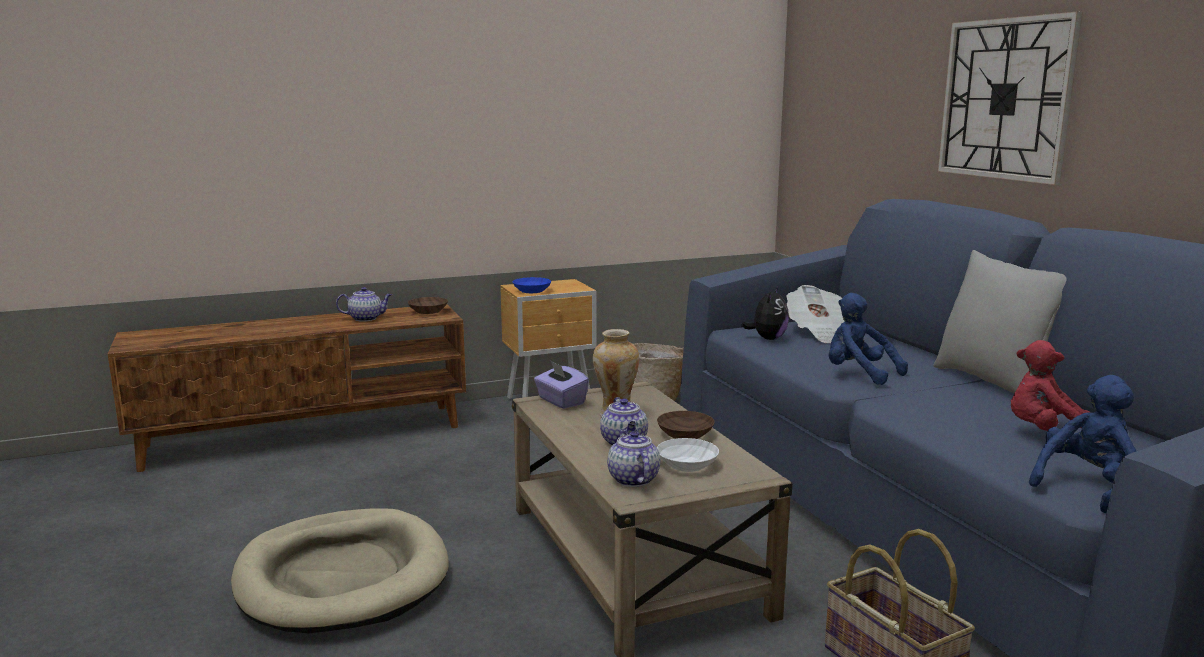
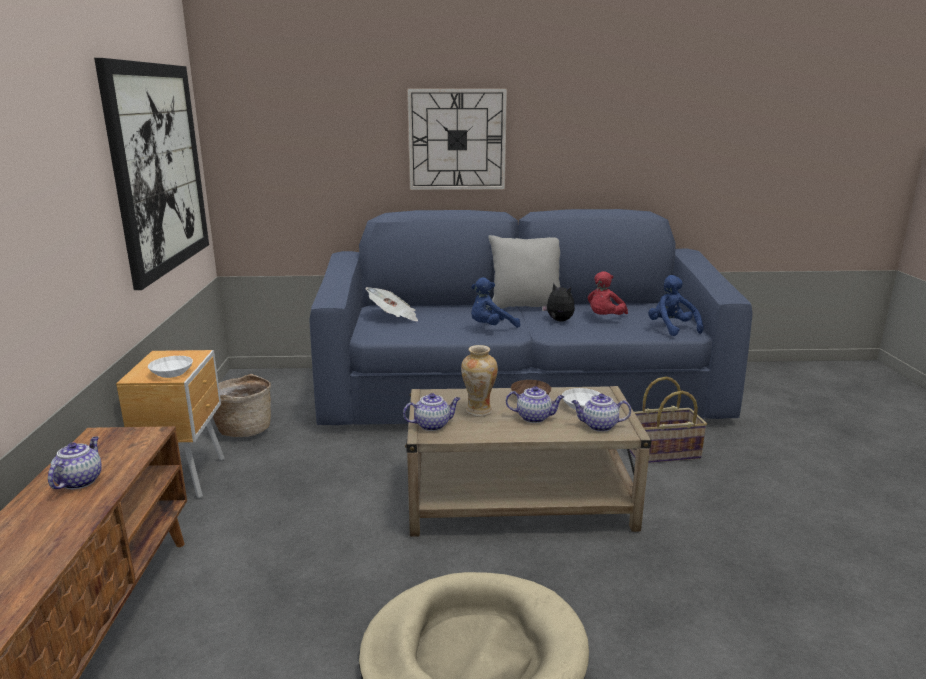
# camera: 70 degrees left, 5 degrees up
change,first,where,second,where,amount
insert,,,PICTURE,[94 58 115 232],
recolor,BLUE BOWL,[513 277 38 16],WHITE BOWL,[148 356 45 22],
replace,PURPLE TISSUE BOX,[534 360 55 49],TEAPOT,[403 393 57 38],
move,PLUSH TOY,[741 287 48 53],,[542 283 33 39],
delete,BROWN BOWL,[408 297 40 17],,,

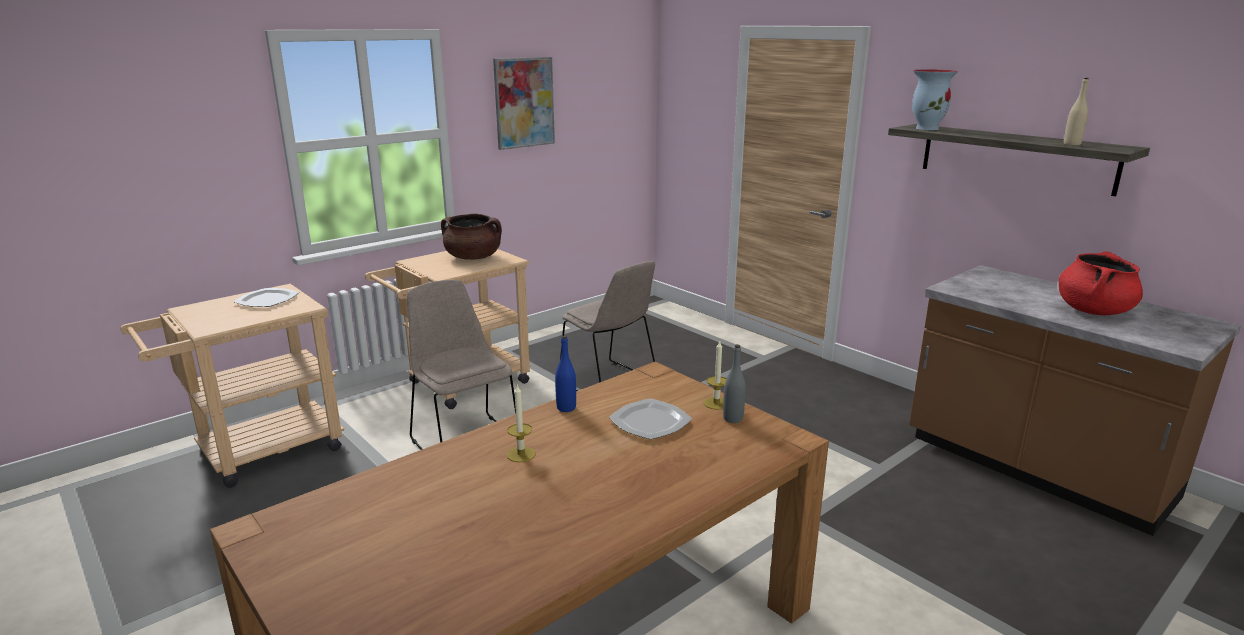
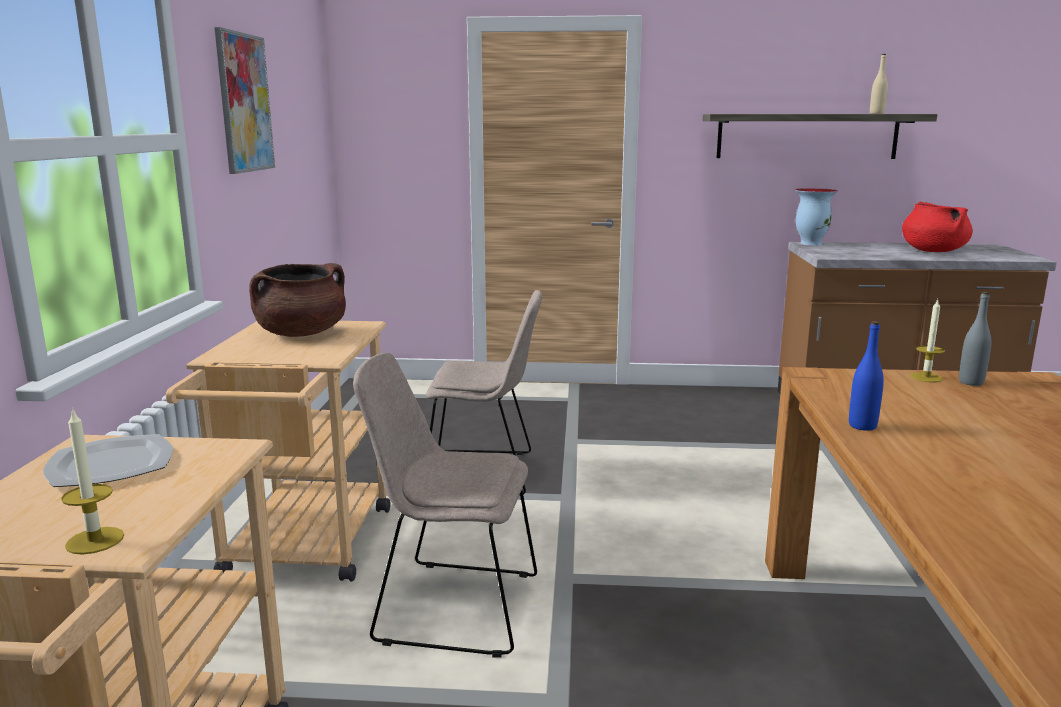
# camera: 45 degrees left, 5 degrees down
change,first,where,second,where,amount
move,CANDLE,[507 384 29 78],,[61 408 63 147],
move,VASE,[912 69 47 61],,[795 188 43 58],
delete,PLATE,[609 398 83 42],,,

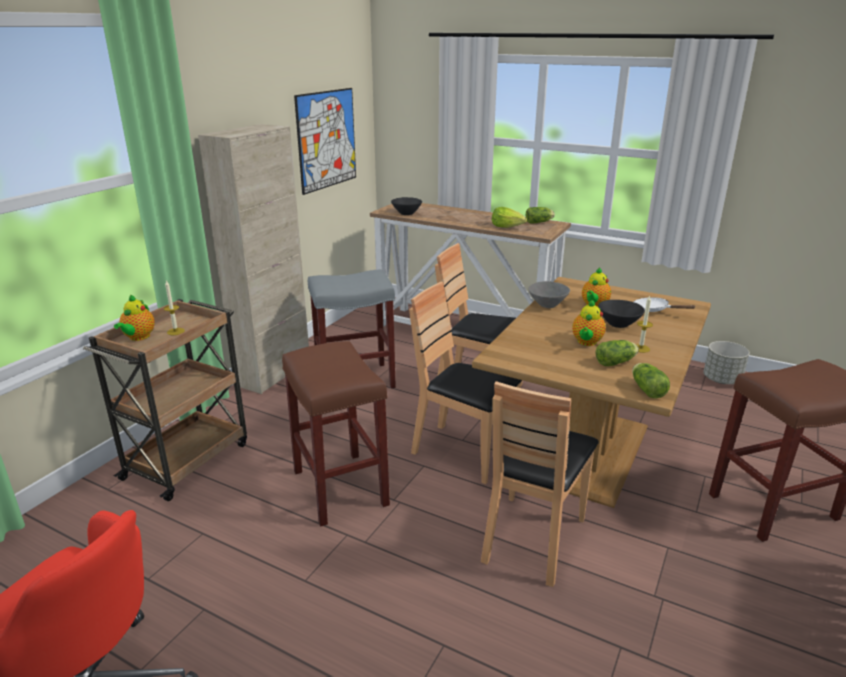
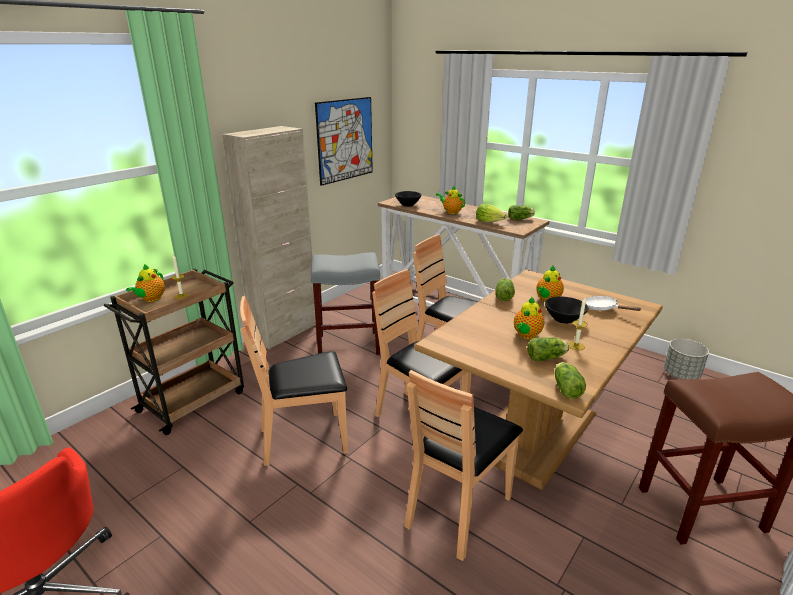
# camera: 10 degrees right, 0 degrees up
change,first,where,second,where,amount
replace,BROWN STOOL,[282 341 108 185],BROWN CHAIR,[240 296 108 170],
insert,,,TEAPOT,[436 185 29 29],
replace,GREY BOWL,[528 281 42 27],LETTUCE,[495 278 20 23],

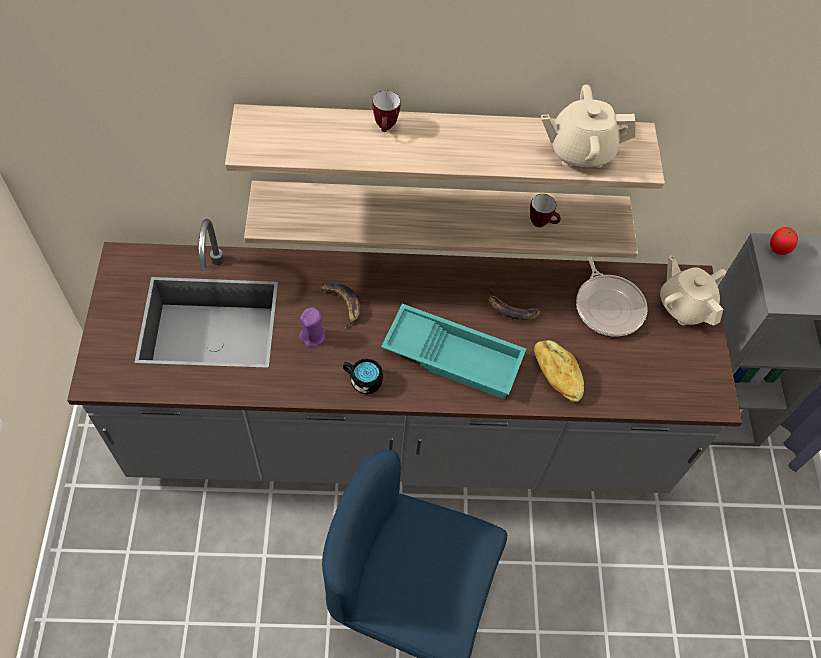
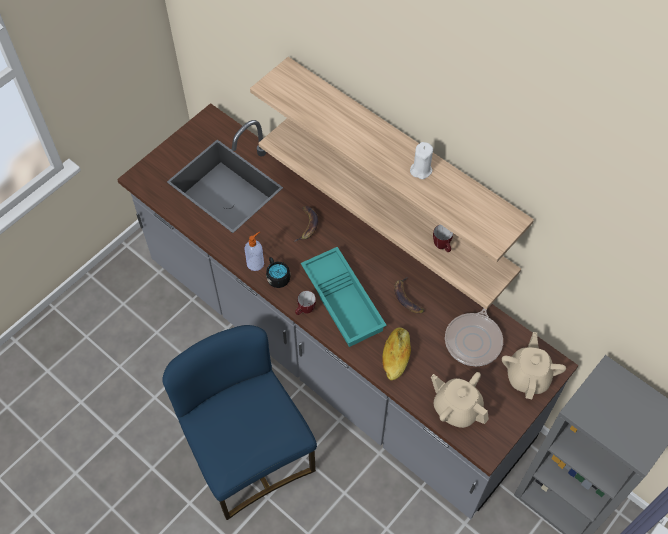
# camera: 45 degrees right, 0 degrees up
change,first,where,second,where,amount
insert,,,SOAP DISPENSER,[244 231 20 40],
move,MUG,[372 91 29 41],,[295 291 21 24],
insert,,,WHITE CANDLE,[410 142 23 37],
move,BEIGE TEAPOT,[541 84 94 84],,[431 372 58 56],
delete,PURPLE CANDLE,[299 307 27 40],,,
delete,TOMATO,[770 227 28 28],,,

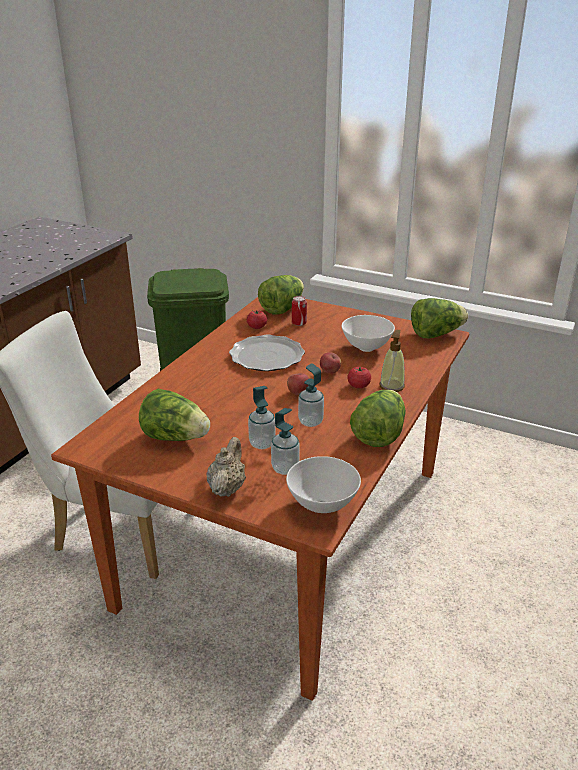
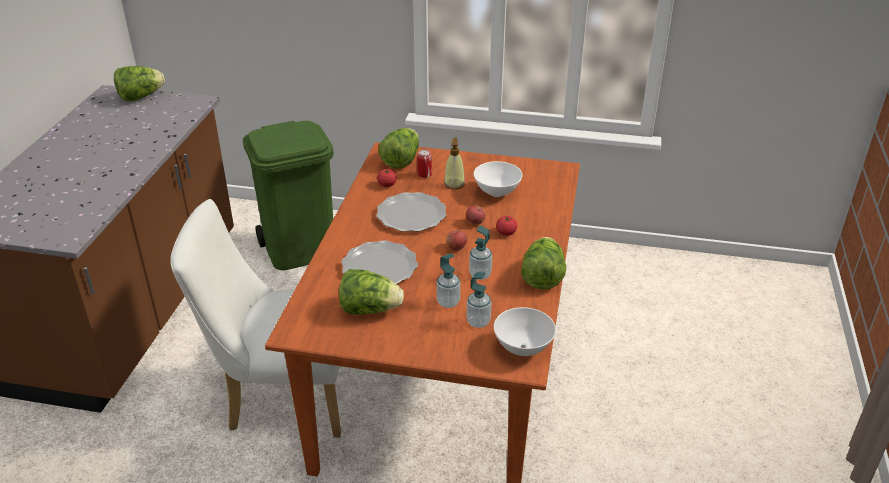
# camera: 15 degrees left, 5 degrees up
change,first,where,second,where,amount
move,LETTUCE,[411 298 57 40],,[114 66 51 36],
insert,,,PLATE,[341 240 77 44],
move,SOAP DISPENSER,[380 330 25 62],,[444 138 21 52],
delete,BEIGE TEAPOT,[206 437 40 60],,,

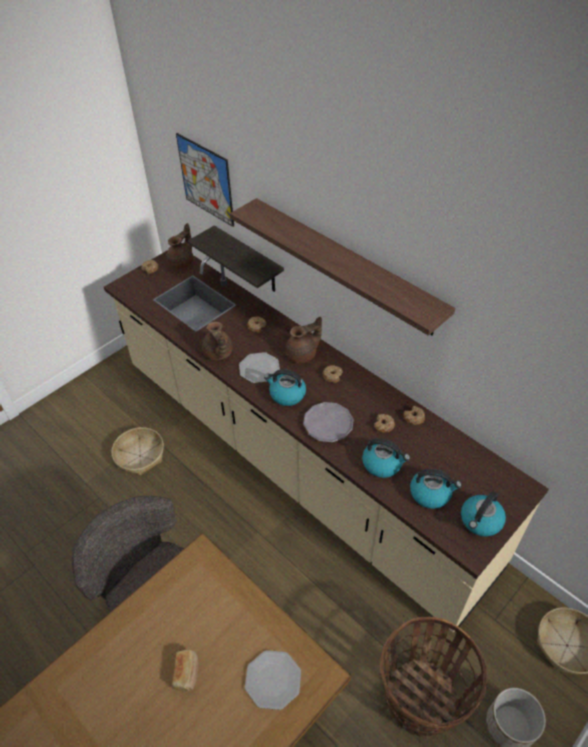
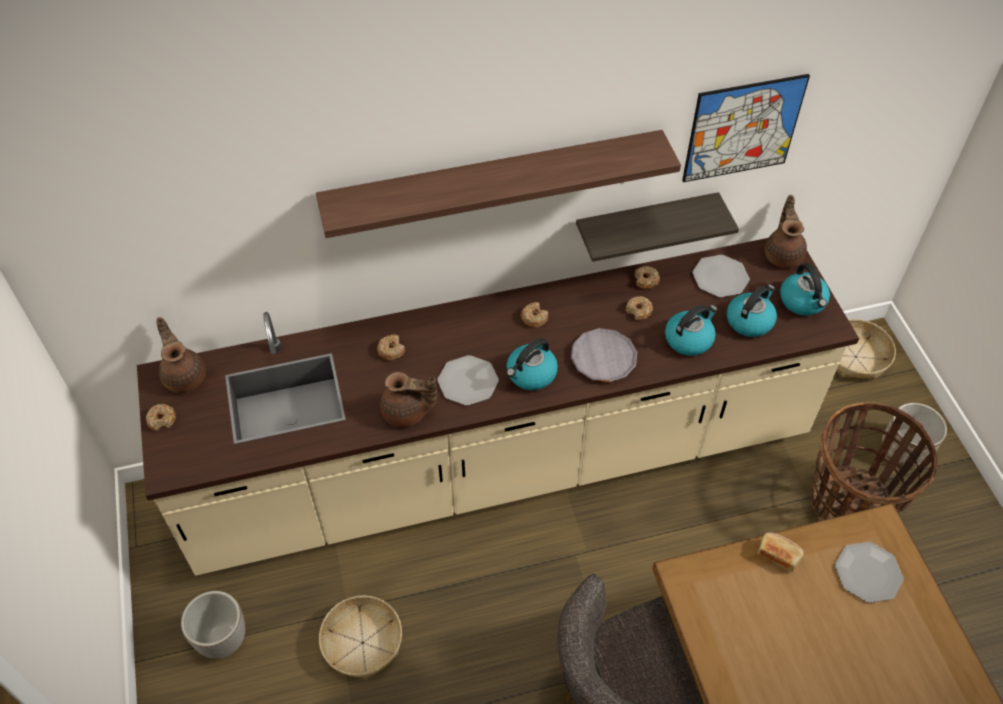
# camera: 60 degrees left, 5 degrees up
change,first,where,second,where,amount
insert,,,PLANTER,[181 591 64 68],
move,SHELF,[188 225 96 67],,[576 192 163 70],
move,PICTURE,[176 133 58 94],,[682 74 128 108],
insert,,,PLATE,[692 255 58 42],
move,BREAD,[172 649 26 43],,[758 532 46 40],
move,BROWN TEAPOT,[285 316 37 47],,[764 195 43 73],

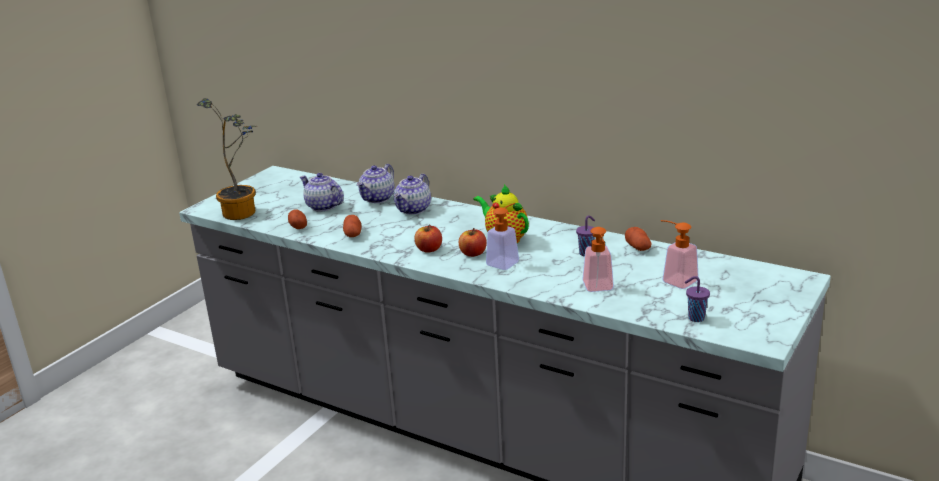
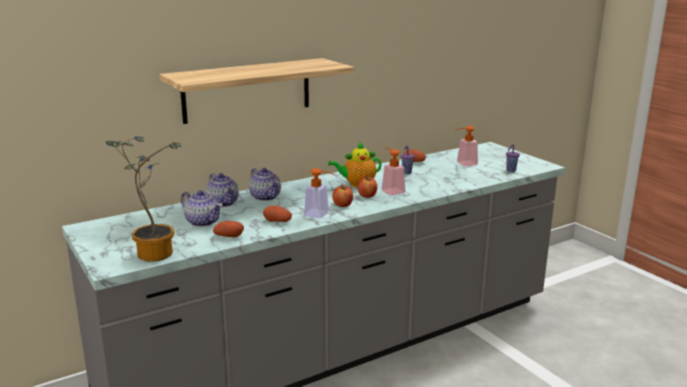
# camera: 65 degrees left, 5 degrees down
change,first,where,second,where,amount
insert,,,SHELF,[159 58 195 66],
rotate,TEAPOT,[300 173 44 39],,[181 190 41 37],120 degrees counterclockwise
move,SOAP DISPENSER,[582 227 32 65],,[304 168 31 50],

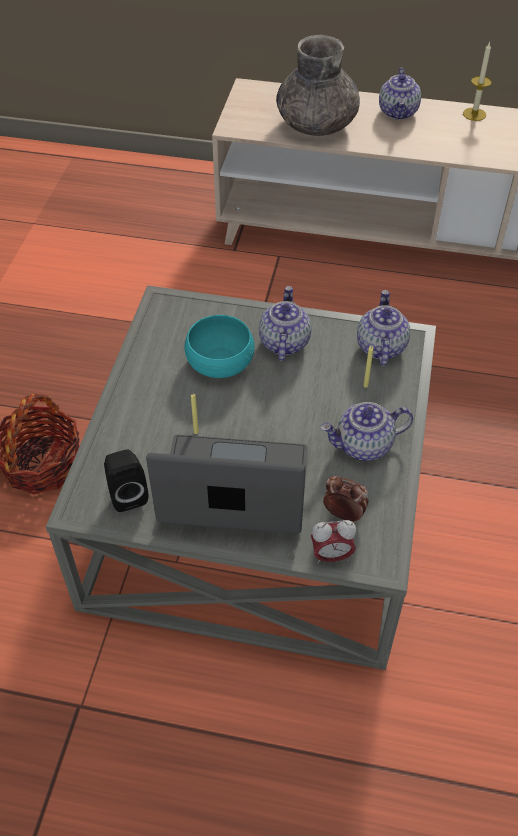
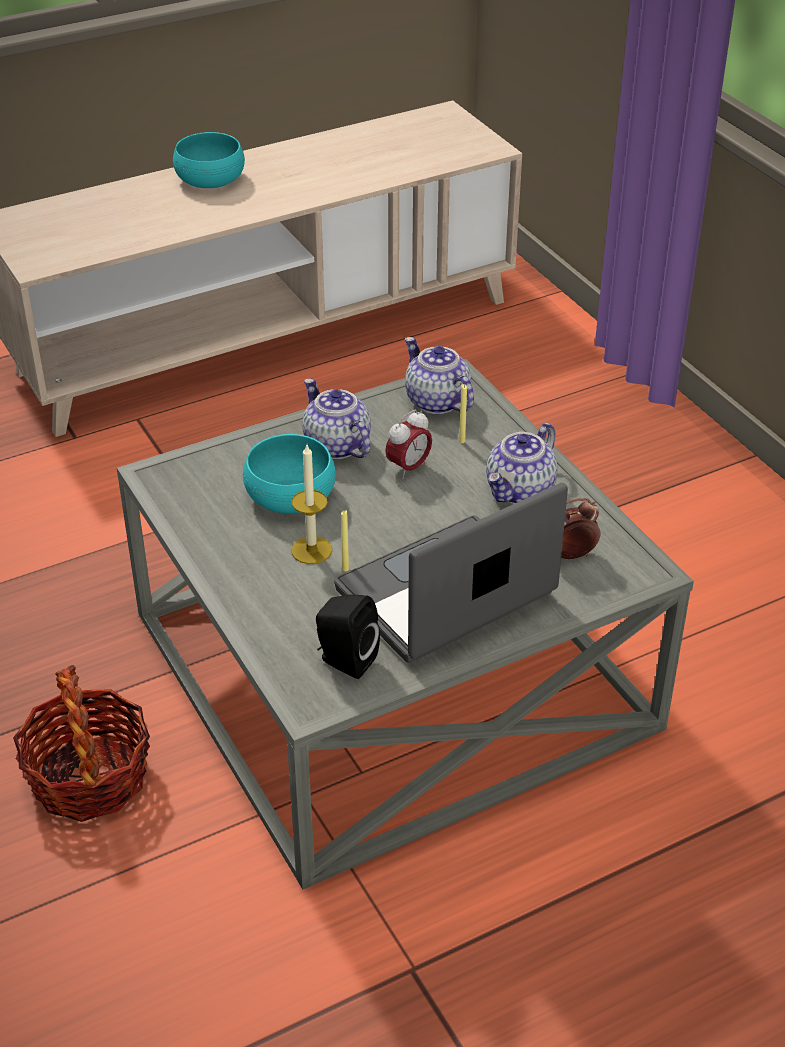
# camera: 40 degrees left, 10 degrees down
change,first,where,second,where,amount
replace,TEAPOT,[379 68 42 52],TURQUOISE BOWL,[173 132 72 56],
move,CANDLE,[463 42 29 79],,[291 445 41 119],
move,ALARM CLOCK,[311 520 46 44],,[385 410 47 69],
delete,GREY VASE,[276 35 84 101],,,

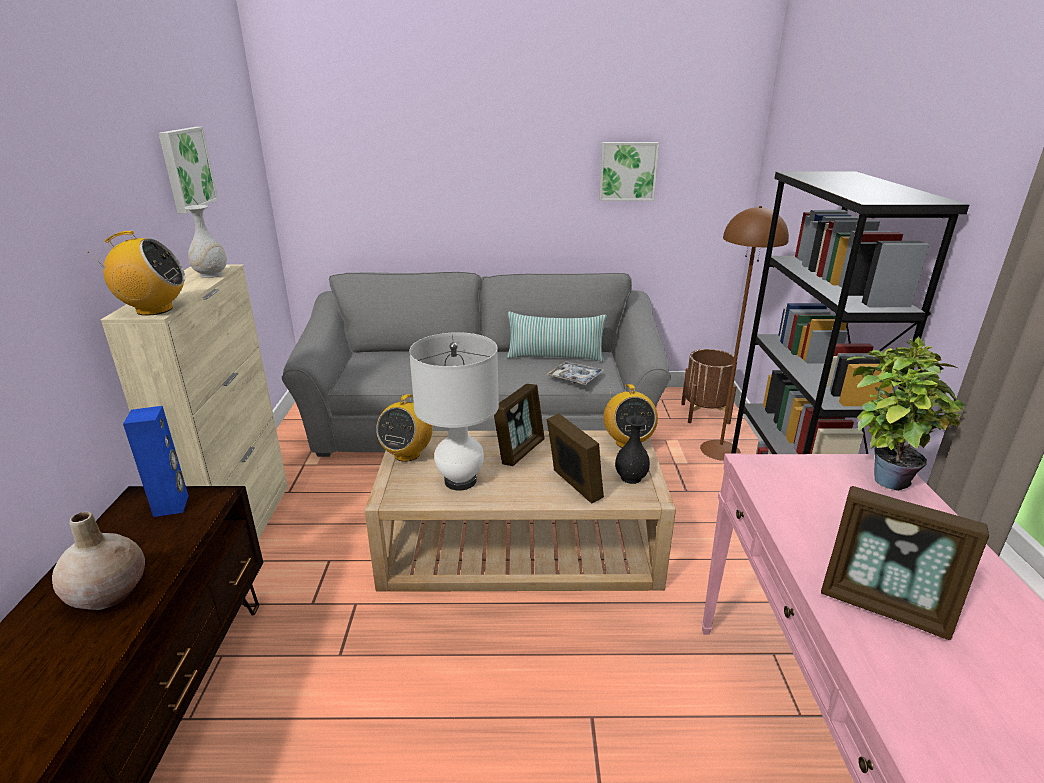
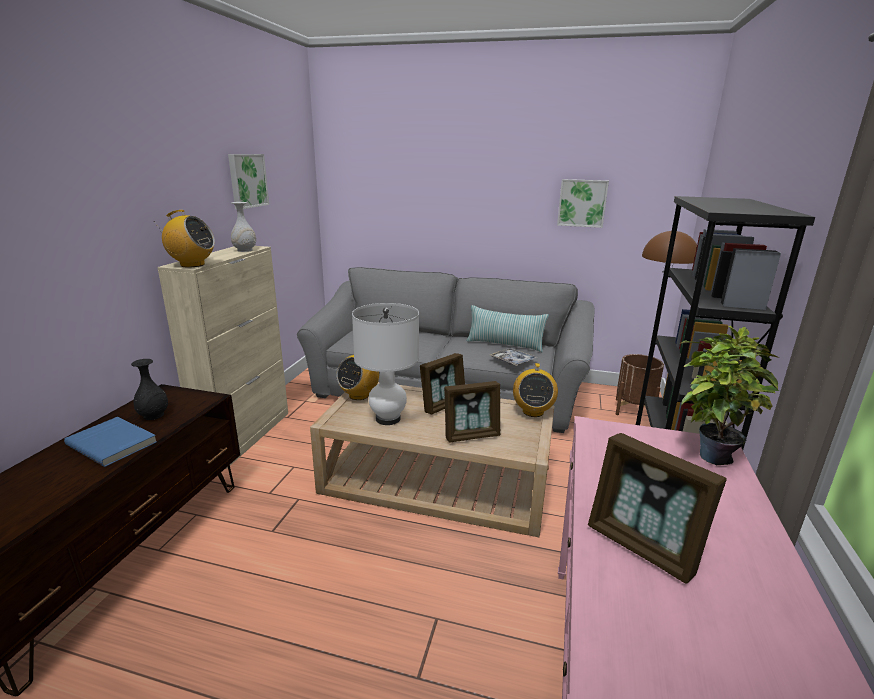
# camera: 15 degrees right, 5 degrees down
change,first,where,second,where,amount
replace,BEIGE VASE,[52 512 93 98],BLUE BOOK,[64 417 93 50],
move,BLACK VASE,[615 415 35 69],,[131 359 37 61],
rotate,PICTURE FRAME,[547 413 57 91],,[444 381 56 62],90 degrees clockwise
delete,BLUE SPEAKER,[123 406 66 111],,,

